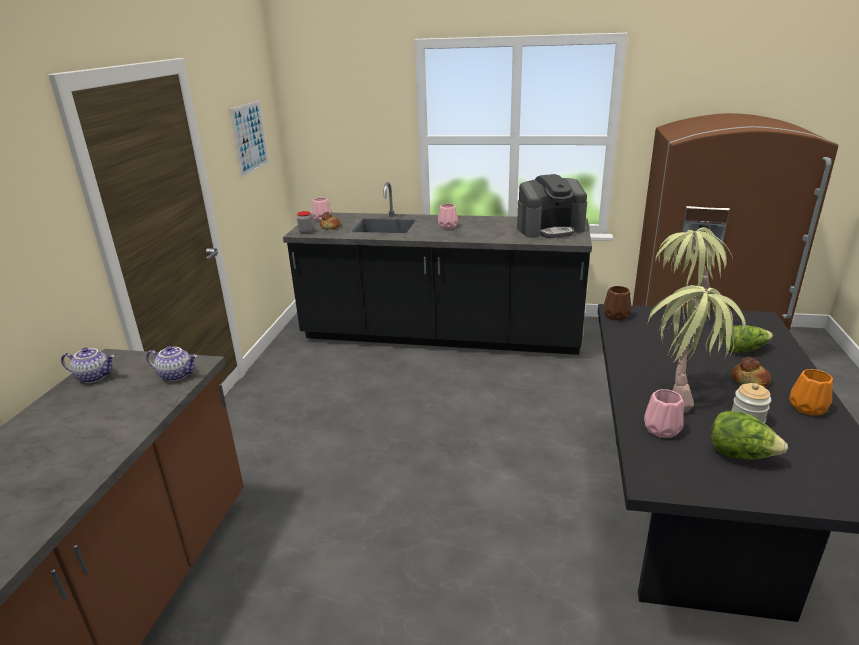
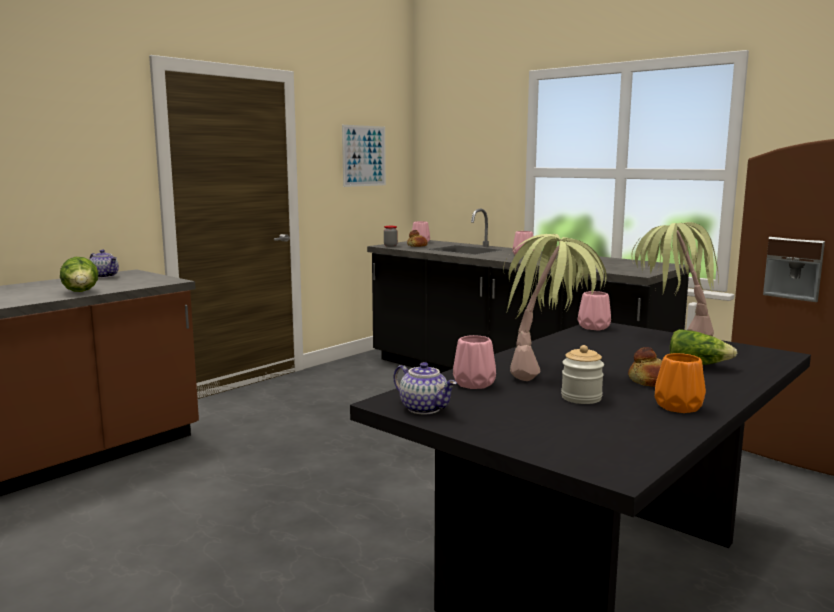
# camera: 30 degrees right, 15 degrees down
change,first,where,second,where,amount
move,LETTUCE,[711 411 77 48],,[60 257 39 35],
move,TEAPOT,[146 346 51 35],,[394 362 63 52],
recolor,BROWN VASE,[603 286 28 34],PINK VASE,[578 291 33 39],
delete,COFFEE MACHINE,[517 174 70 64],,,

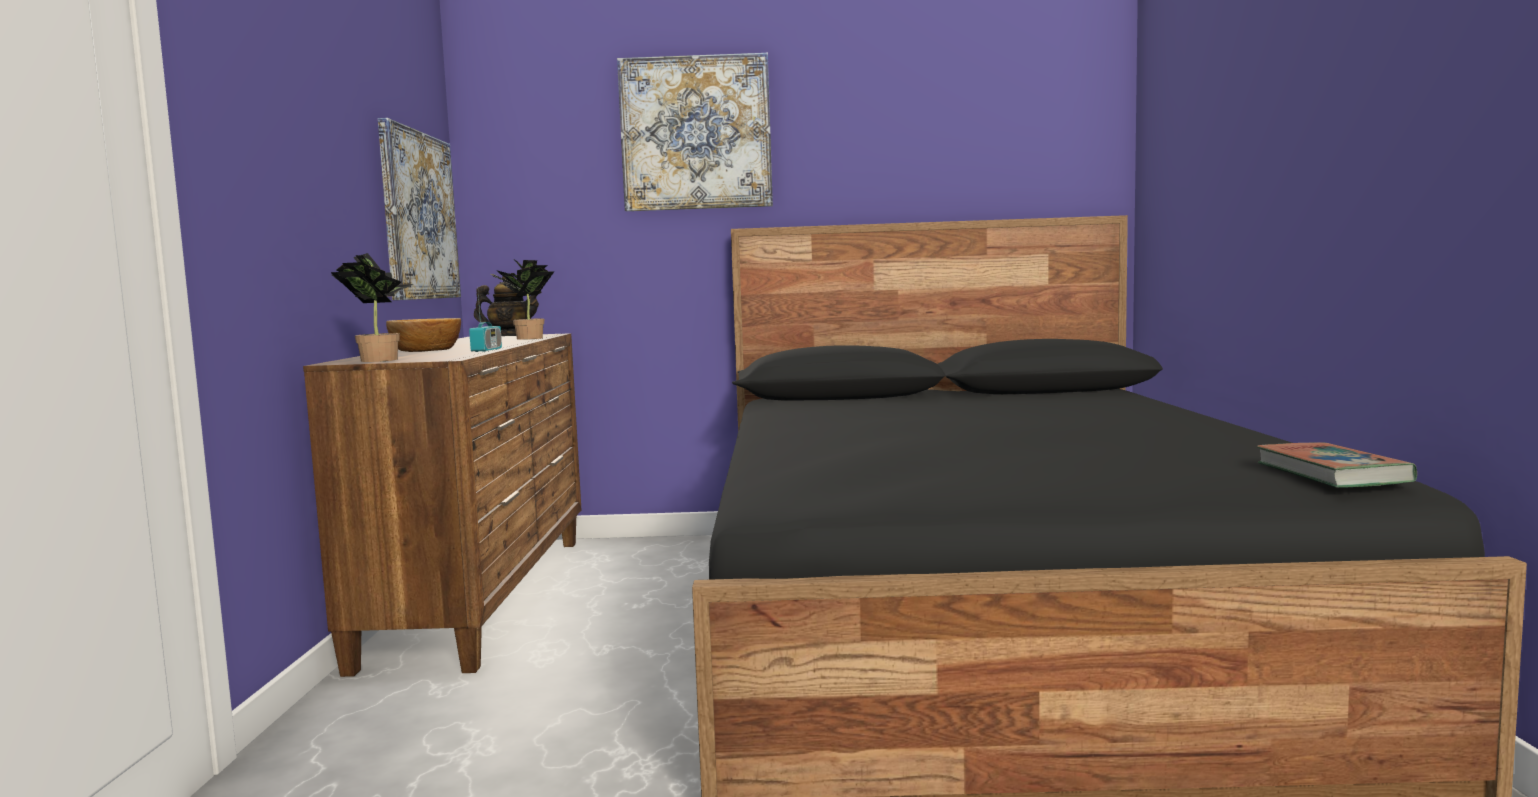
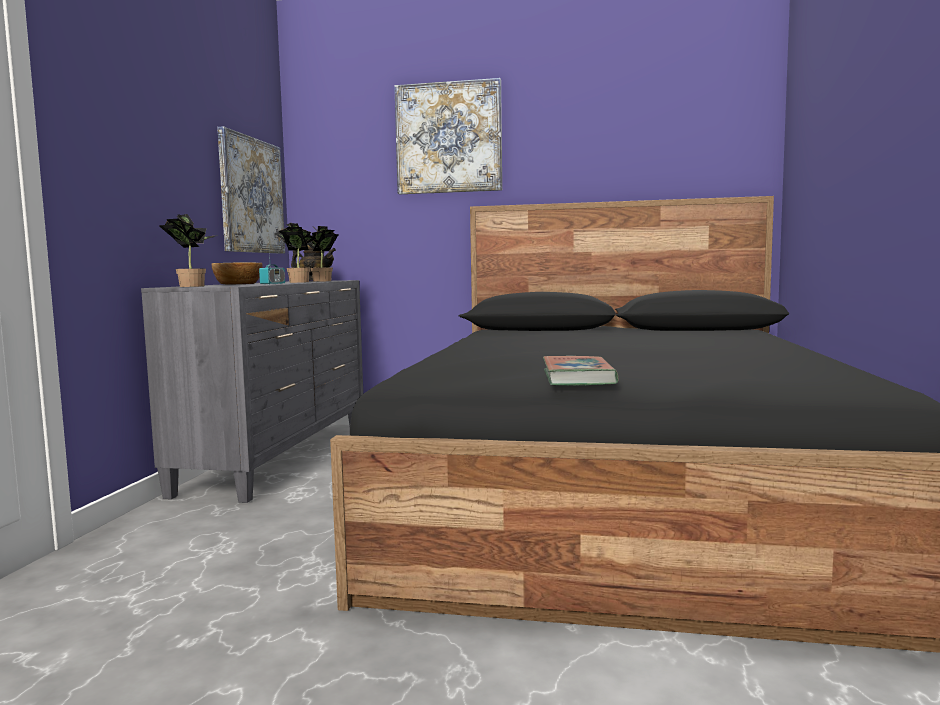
# camera: 10 degrees right, 0 degrees up
change,first,where,second,where,amount
recolor,BROWN DRESSER,[303 333 279 344],GREY DRESSER,[141 280 222 223],
insert,,,POTTED PLANT,[275 223 40 60],
move,BOOK,[1257 442 160 46],,[543 356 76 29],

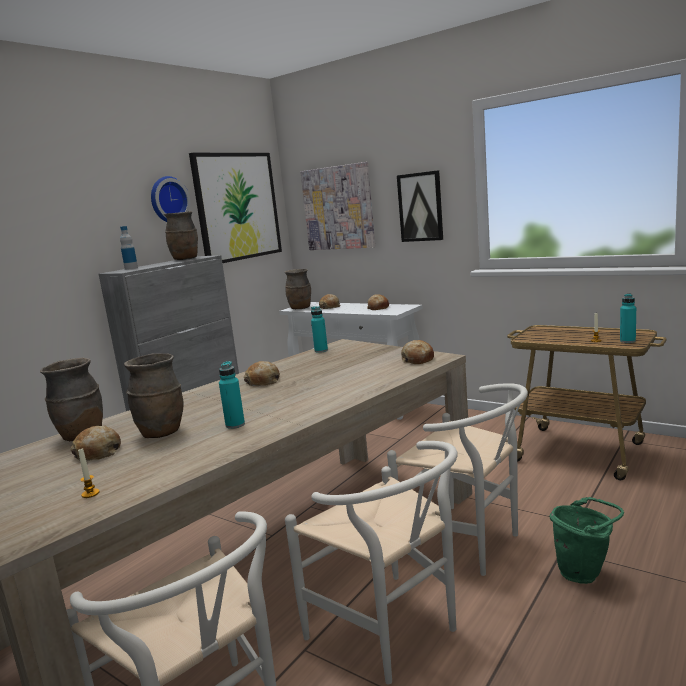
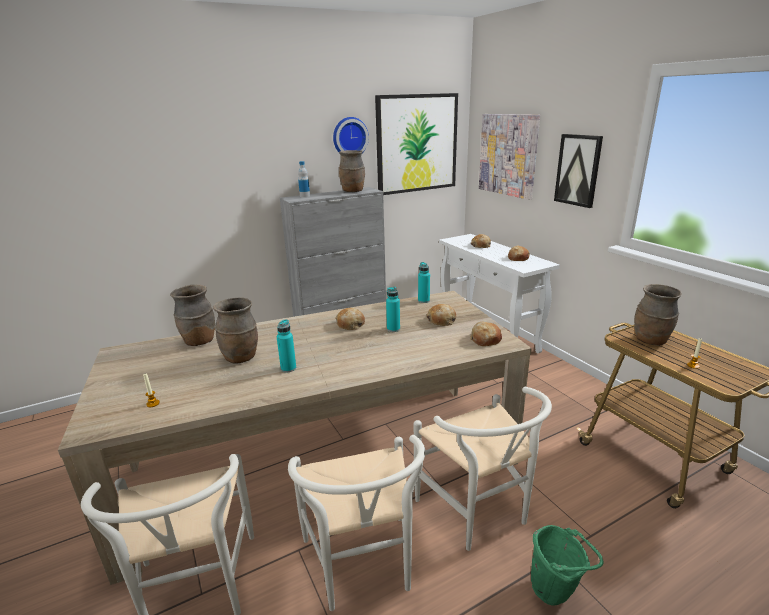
# camera: 25 degrees right, 10 degrees up
change,first,where,second,where,amount
move,TURQUOISE BOTTLE,[620 293 16 50],,[386 287 14 45],
move,BREAD,[70 426 51 35],,[427 304 29 22],
move,BROWN VASE,[284 269 27 40],,[634 284 48 61],

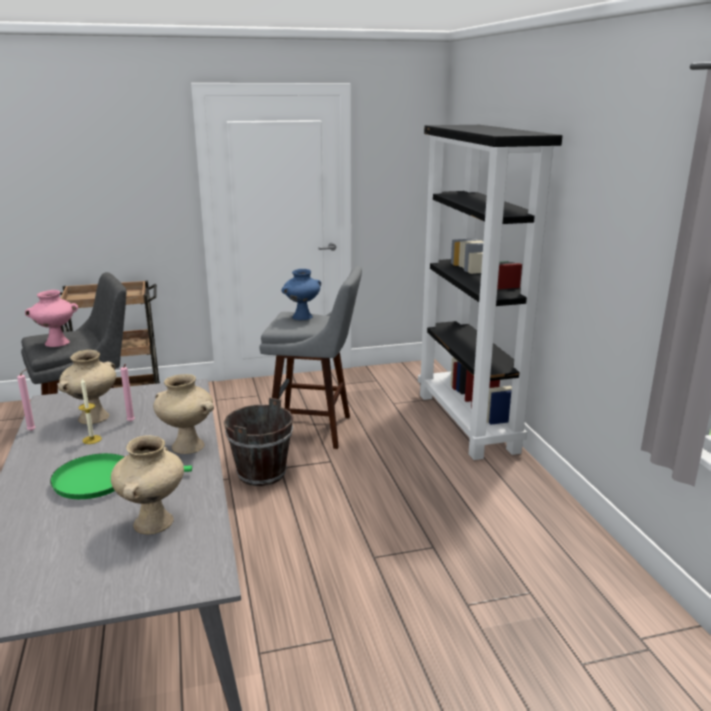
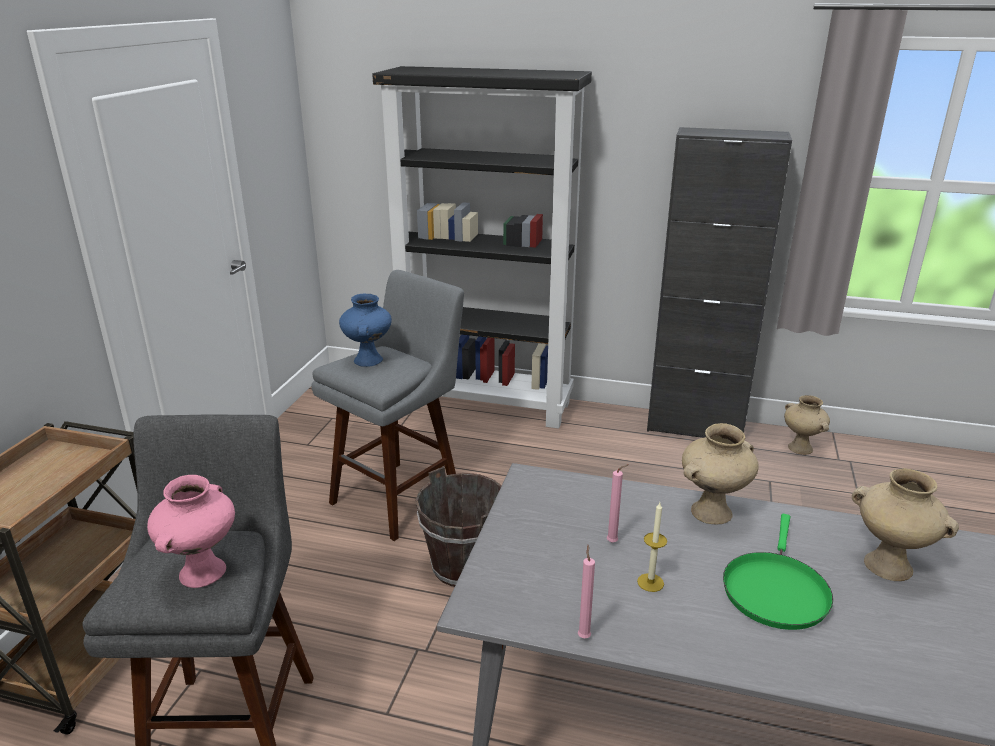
# camera: 60 degrees left, 5 degrees up
change,first,where,second,where,amount
insert,,,BLACK CABINET,[647 127 145 311],
move,BEIGE VASE,[58 350 58 74],,[784 395 46 60],

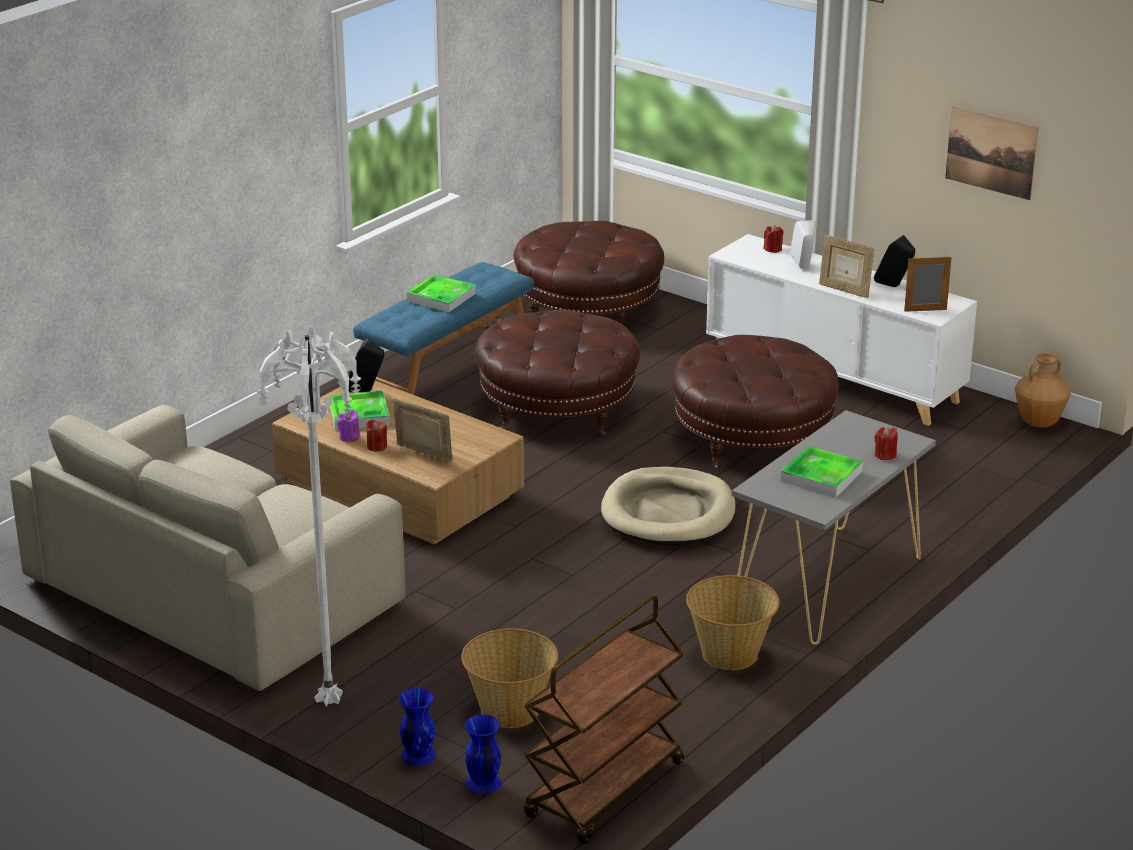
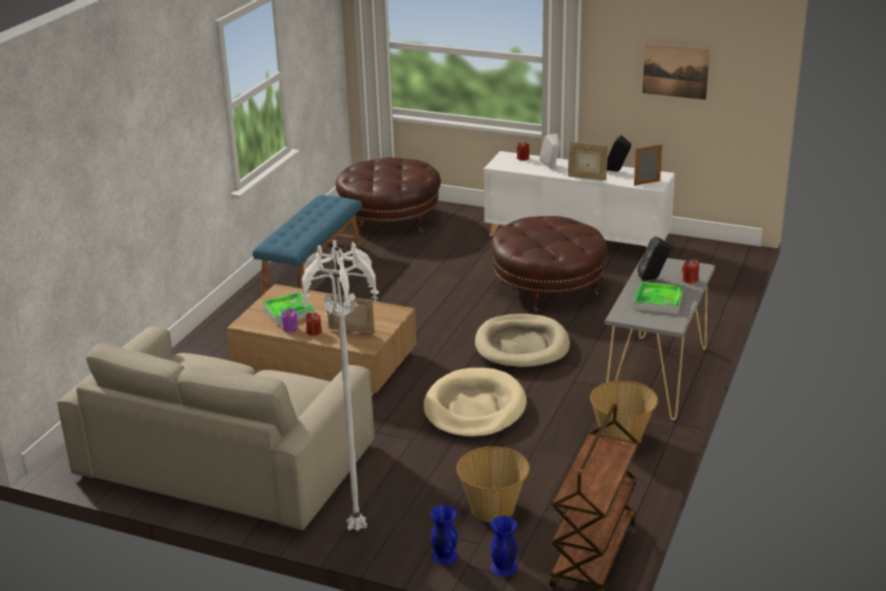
# camera: 15 degrees left, 0 degrees up
change,first,where,second,where,amount
insert,,,BEIGE DOG BED,[424 368 103 72],
move,BLACK SPEAKER,[349 338 35 54],,[638 236 33 45],
delete,TRAY,[407 275 69 37],,,
delete,BROWN OTTOMAN,[475 310 165 125],,,
delete,BROWN VASE,[1015 353 56 75],,,

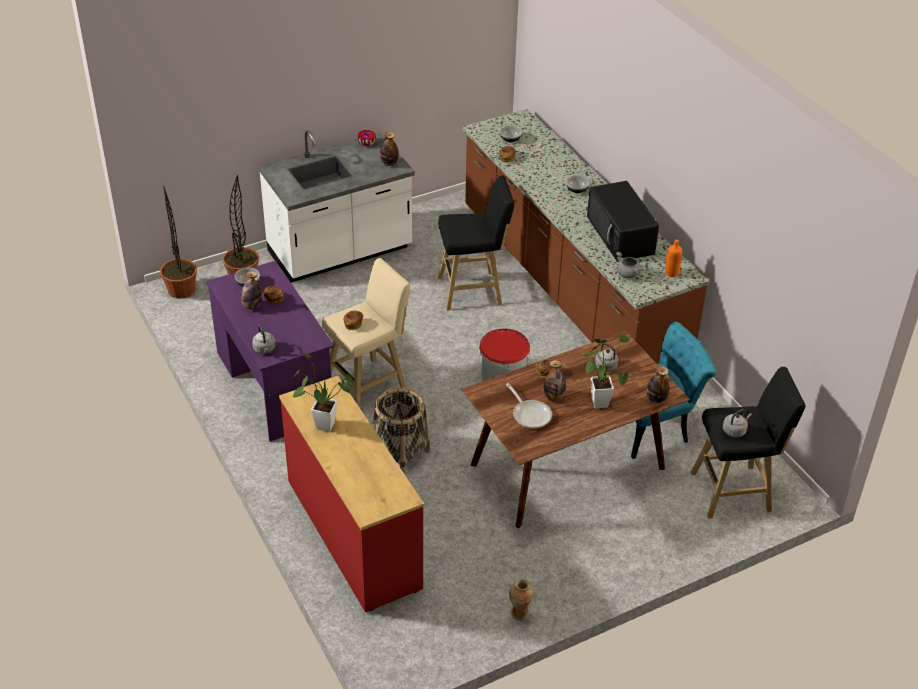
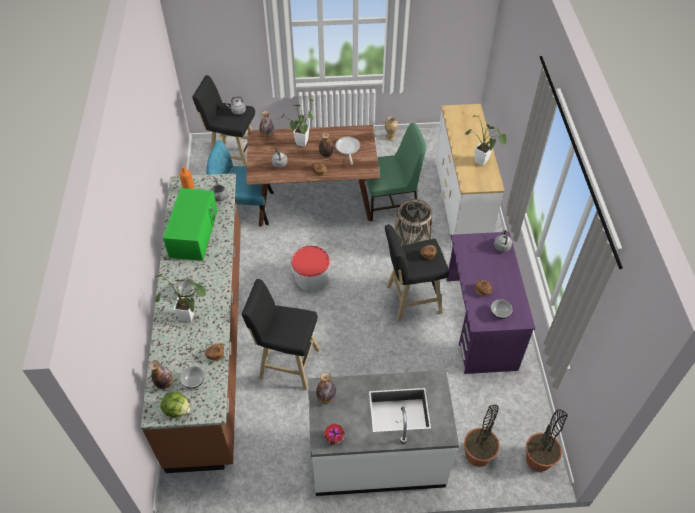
# camera: 155 degrees left, 10 degrees up
change,first,where,second,where,amount
move,BOTTLE,[241 271 21 39],,[149 360 24 29],
insert,,,POTTED PLANT,[155 274 51 48],
insert,,,LETTUCE,[160 392 31 26],
recolor,BLACK MICROWAVE,[587 181 72 81],GREEN MICROWAVE,[163 188 55 73],
insert,,,GREEN CHAIR,[365 123 61 98],
recolor,BEIGE STOOL,[322 258 88 150],BLACK STOOL,[385 224 64 98],
recolor,RED DRESSER,[279 376 145 236],WHITE DRESSER,[435 104 70 143],

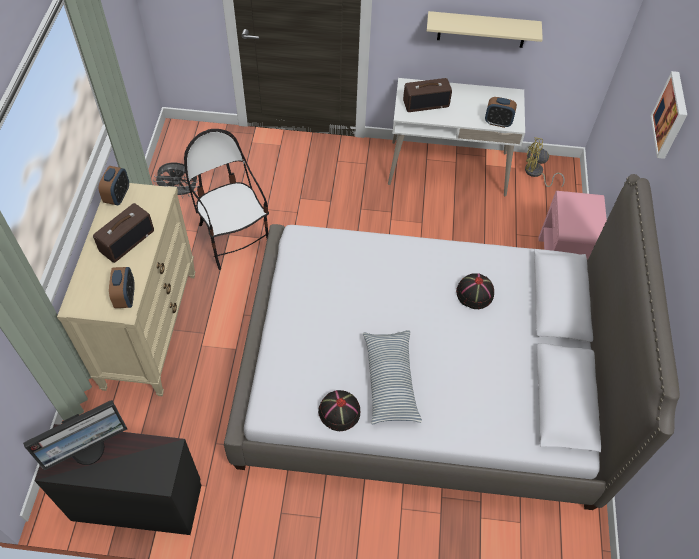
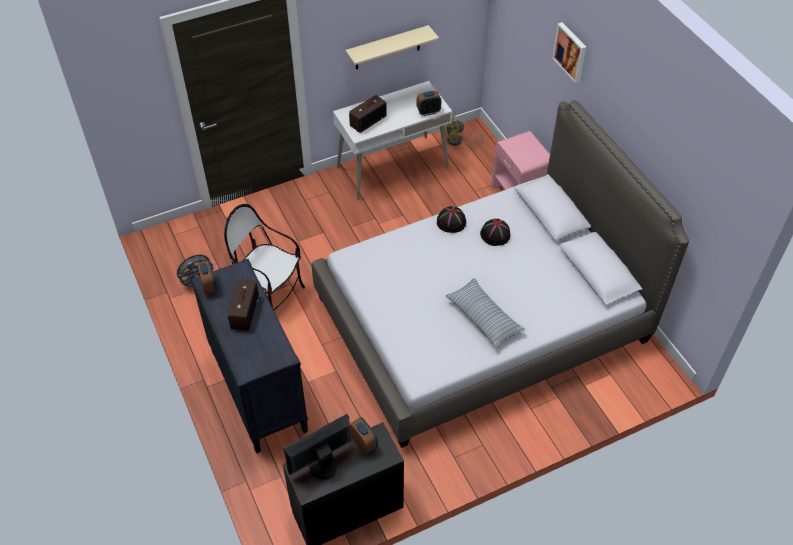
# camera: 30 degrees left, 5 degrees down
change,first,where,second,where,amount
recolor,BEIGE DRESSER,[57 183 139 214],BLACK DRESSER,[191 259 117 194],
rotate,MONITOR,[23 400 104 70],,[284 414 67 65],150 degrees counterclockwise
move,ALARM CLOCK,[109 267 26 41],,[350 417 28 37],
move,BLACK HAT,[318 390 42 41],,[437 206 29 27],

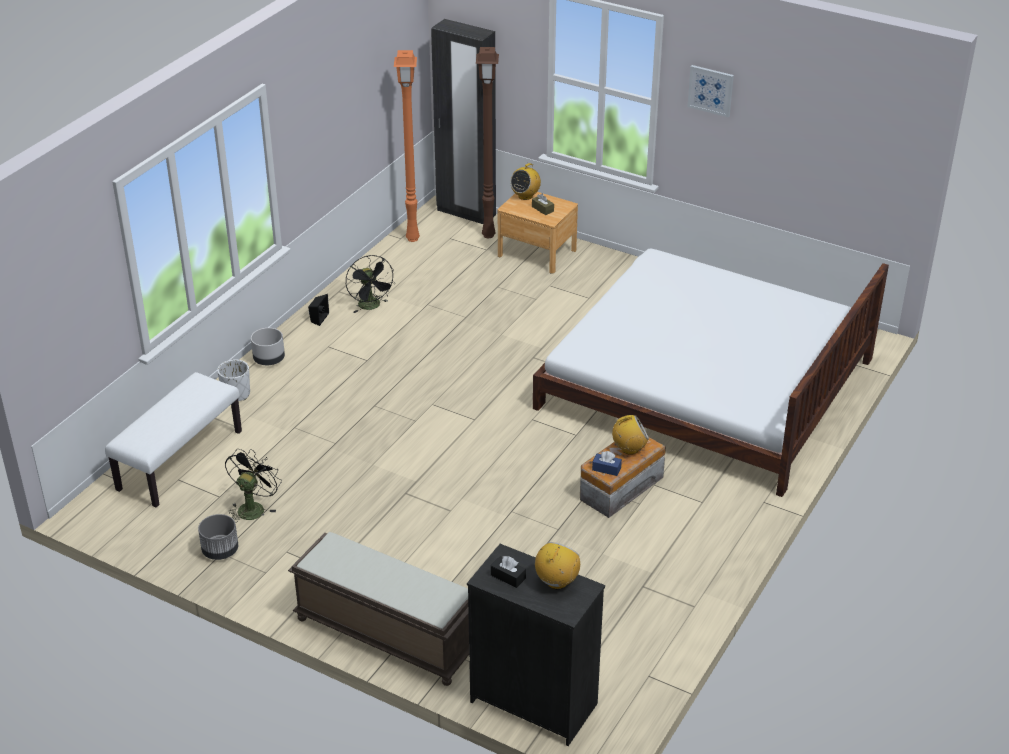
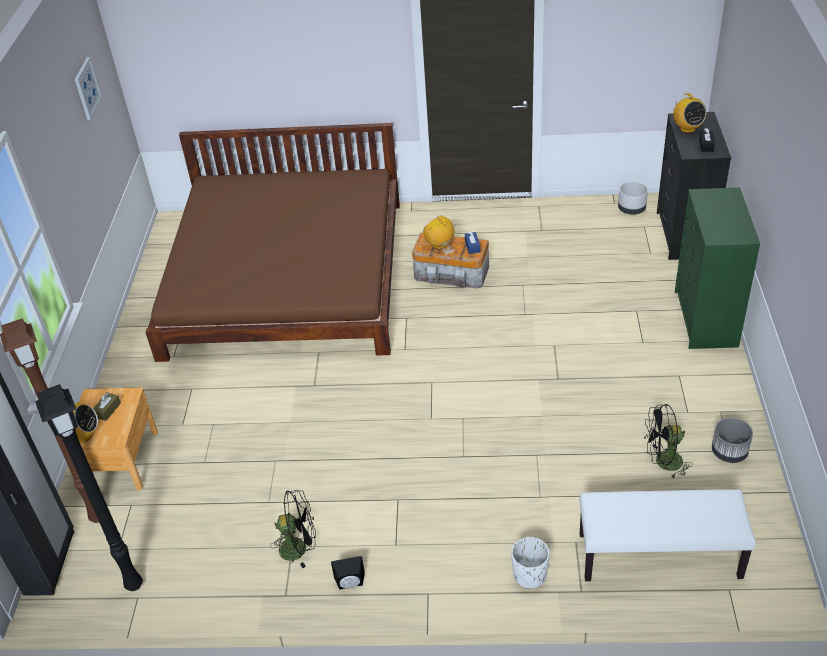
# camera: 115 degrees left, 5 degrees up
change,first,where,second,where,amount
recolor,ORANGE FLOOR LAMP,[394 50 26 192],BLACK FLOOR LAMP,[35 384 108 207],
move,PICTURE,[687 65 47 52],,[75 57 27 63],
recolor,WHITE BED,[533 249 356 248],BROWN BED,[145 123 255 239],
rotate,BLACK FAN,[346 255 49 58],,[270 490 46 78],45 degrees clockwise
move,GREY PLANTER,[251 328 34 37],,[618 181 30 34],
rotate,RADIO,[535 542 45 47],,[673 93 33 40],105 degrees counterclockwise
replace,BROWN BENCH,[288 532 181 154],GREEN DRESSER,[675 187 85 162],

